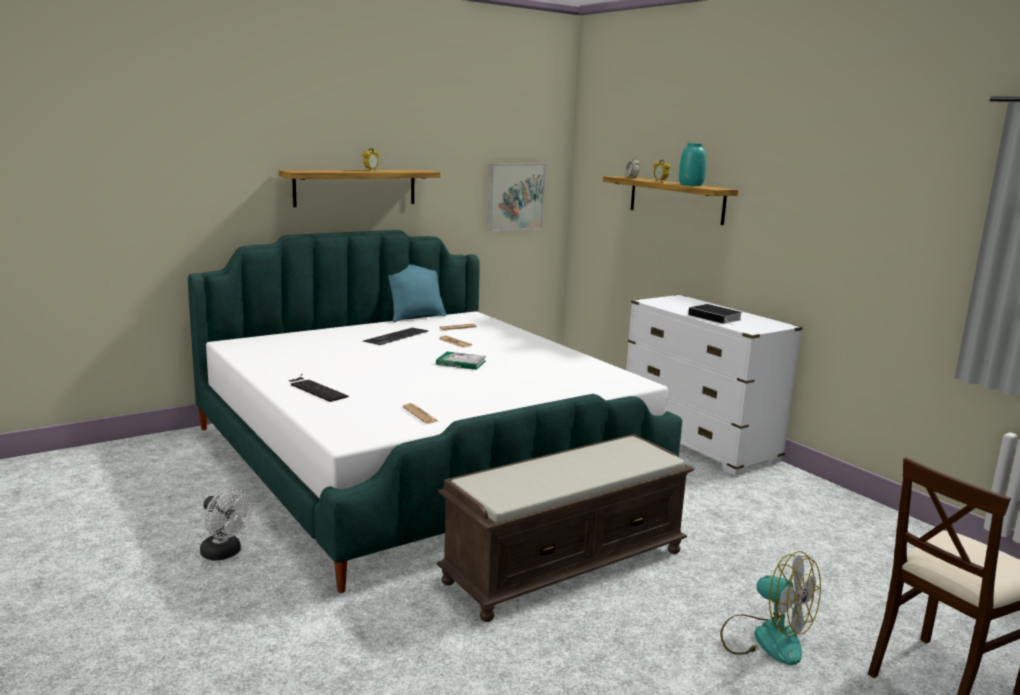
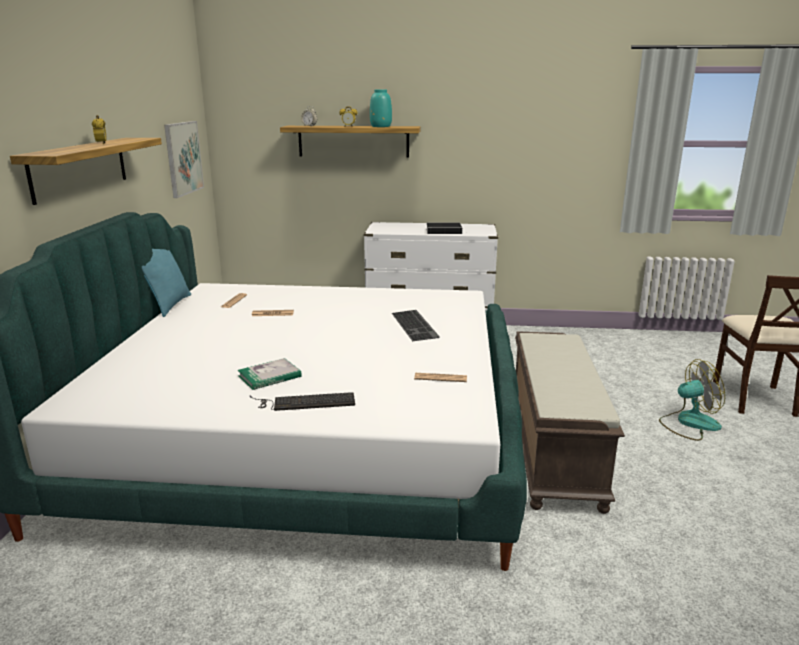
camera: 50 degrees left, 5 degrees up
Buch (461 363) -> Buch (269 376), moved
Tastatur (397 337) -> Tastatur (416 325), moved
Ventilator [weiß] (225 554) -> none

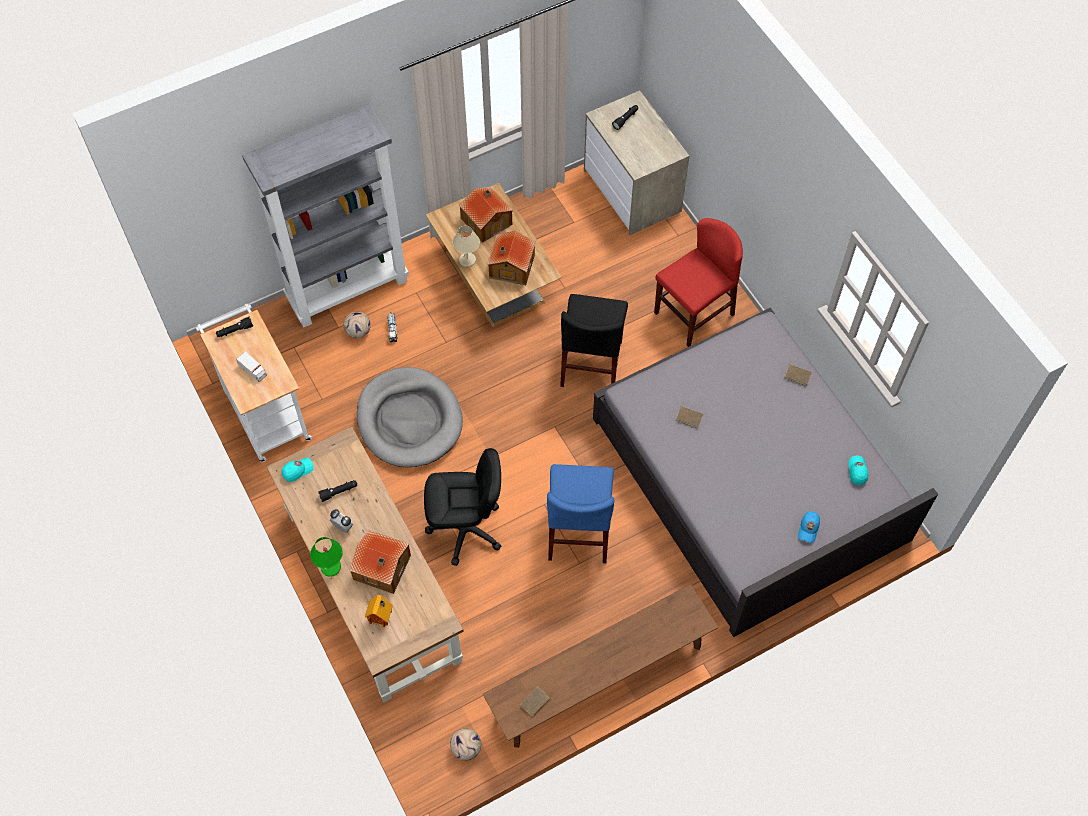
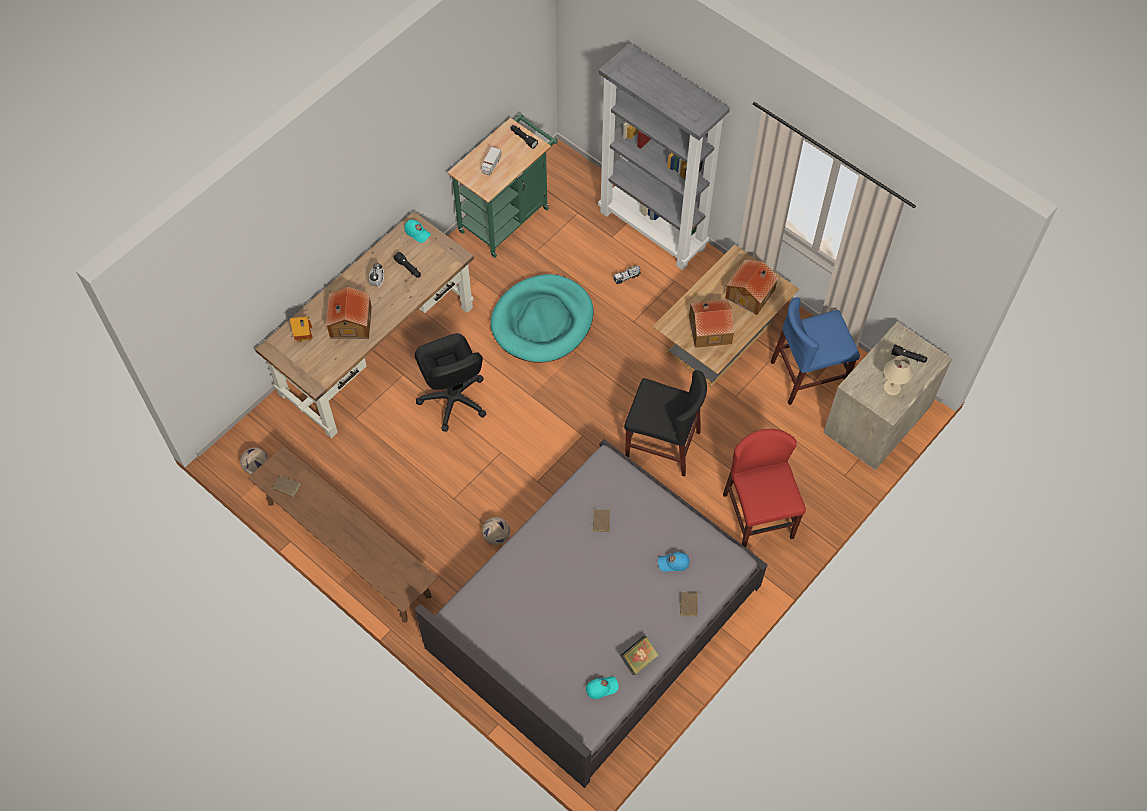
camera: 70 degrees right, 0 degrees up
Rollwagen [weiß] (265 411) -> Rollwagen [grün] (507 216)
Fußball (359 332) -> Fußball (496 537), moved
Hundebett [grau] (409 420) -> Hundebett [türkis] (542 321)
none -> Buch (639 659)
Stuhl [schwarz] (591 363) -> Stuhl [schwarz] (662 444), 150 degrees counterclockwise
Kappe [blau] (808 529) -> Kappe [blau] (673 563), moved
Stuhl [rot] (694 314) -> Stuhl [rot] (758 516), 135 degrees counterclockwise
Stuhl [blau] (578 530) -> Stuhl [blau] (808 375), moved
Tischlampe [beige] (467 260) -> Tischlampe [beige] (892 388), moved
Tischlampe [grün] (330 567) -> none

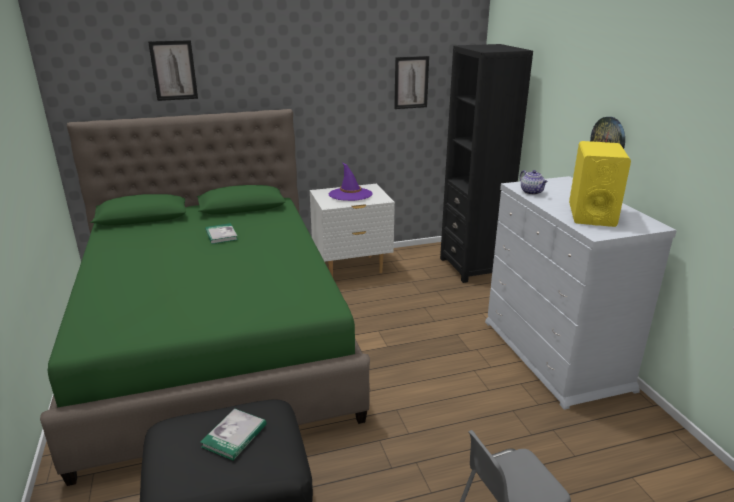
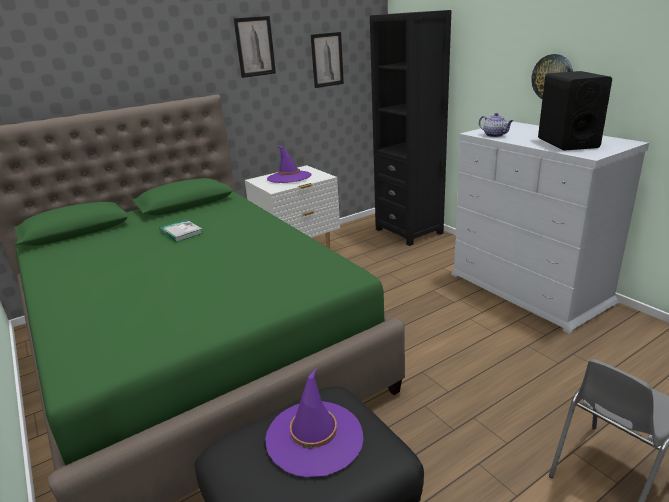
camera: 15 degrees left, 0 degrees up
Bild (173 70) -> Bild (255 47), moved
Buch (234 436) -> Hut [lila] (314 437)
Lautsprecher [gelb] (591 214) -> Lautsprecher [schwarz] (567 143)

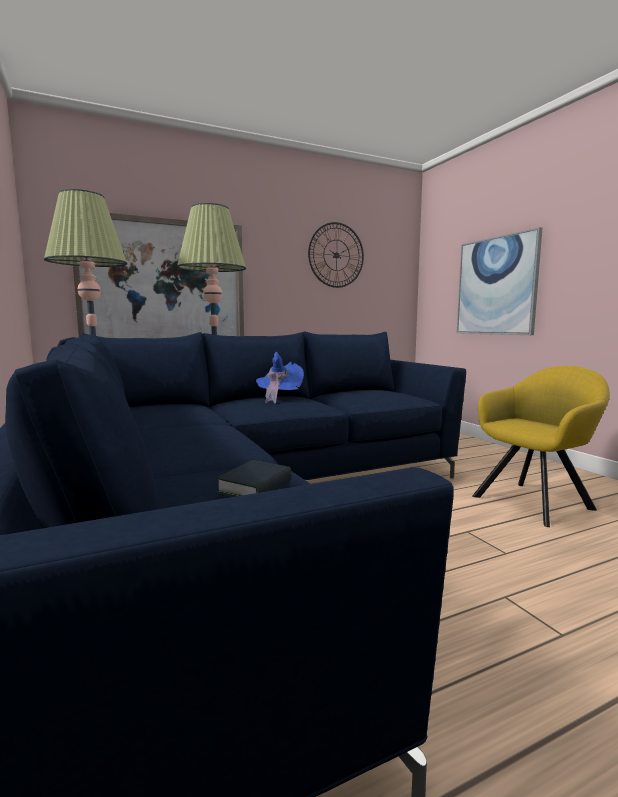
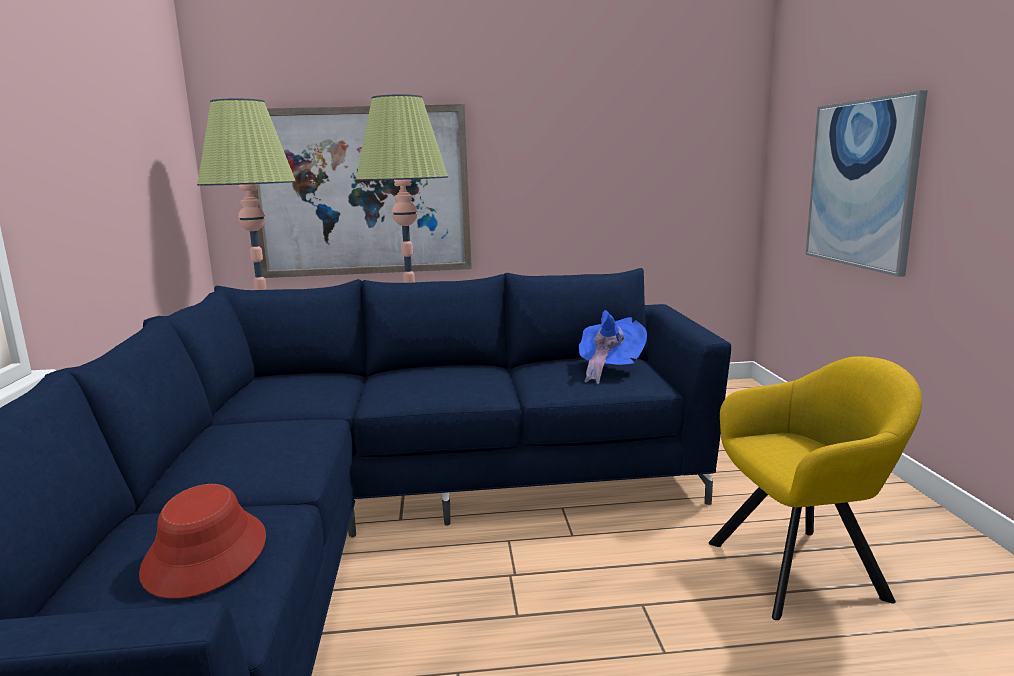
camera: 20 degrees right, 5 degrees up
Buch (255 488) -> Hut [rot] (206 554)
Hut [blau] (278 397) -> Hut [blau] (609 369), moved
Wanduhr (336 255) -> none

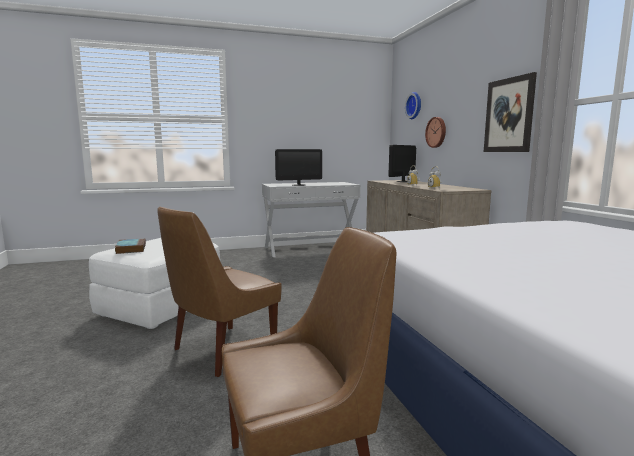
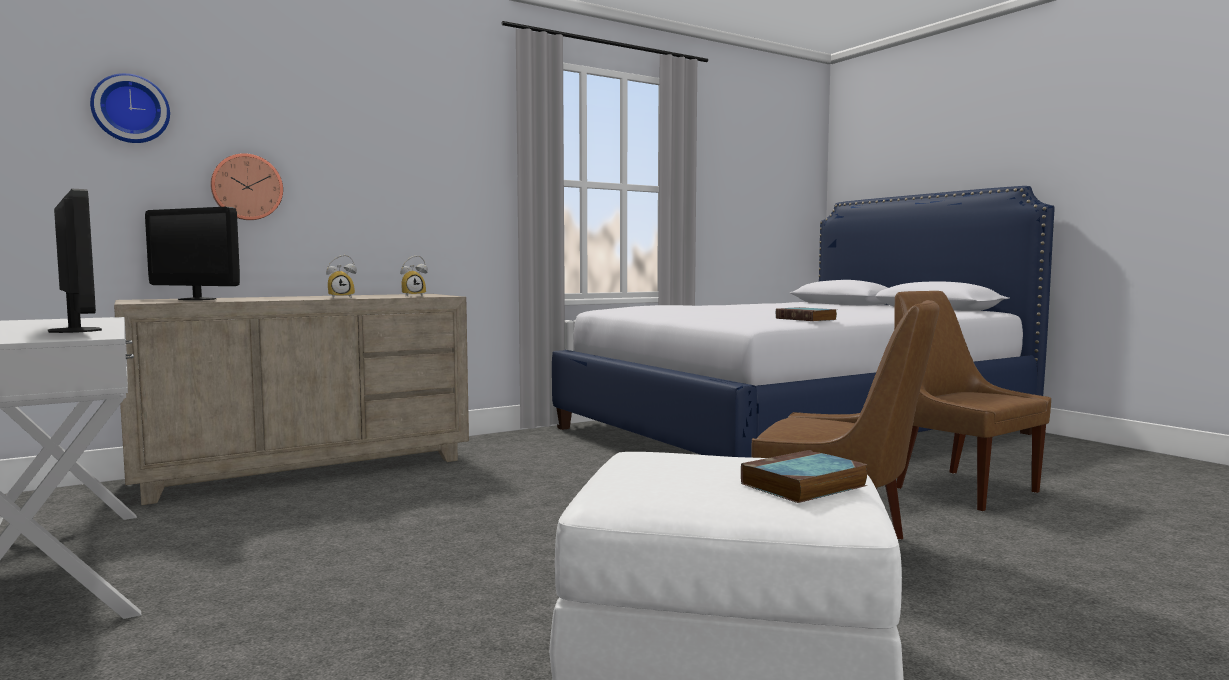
camera: 105 degrees left, 5 degrees down
none -> Buch (807 319)
Bild (509 115) -> none

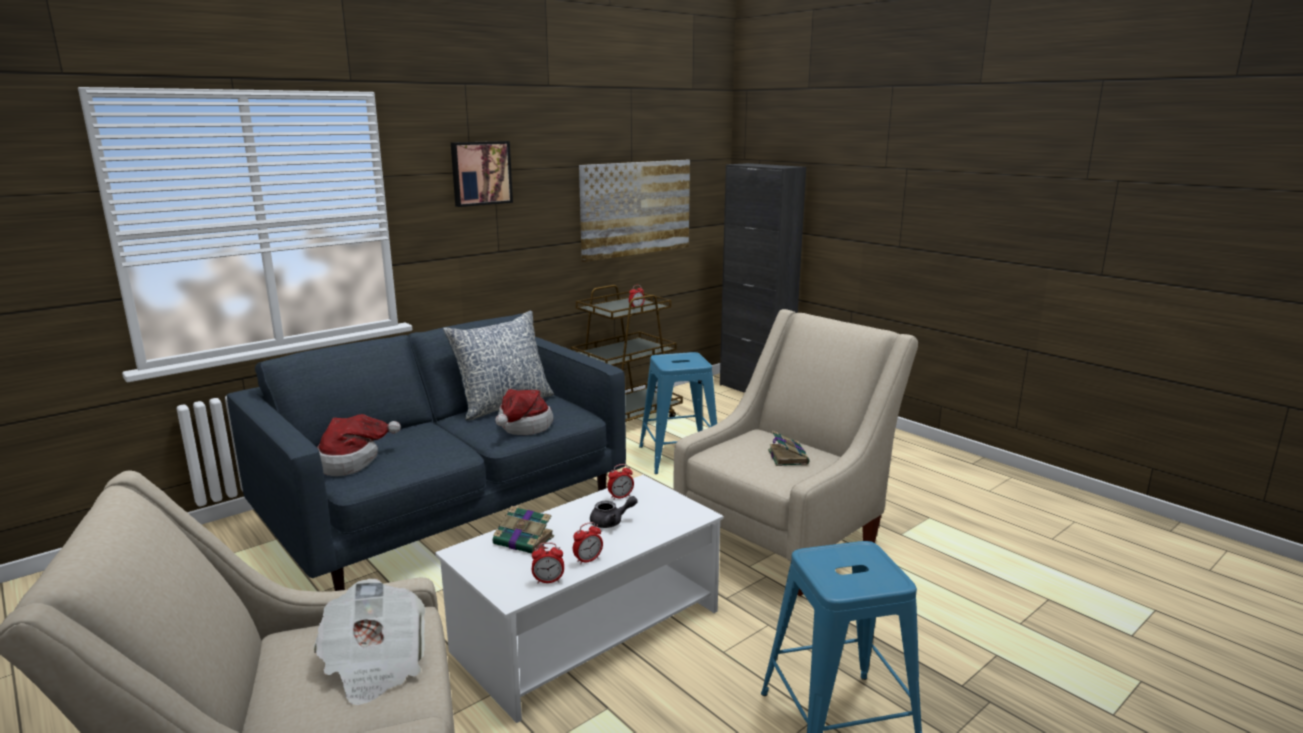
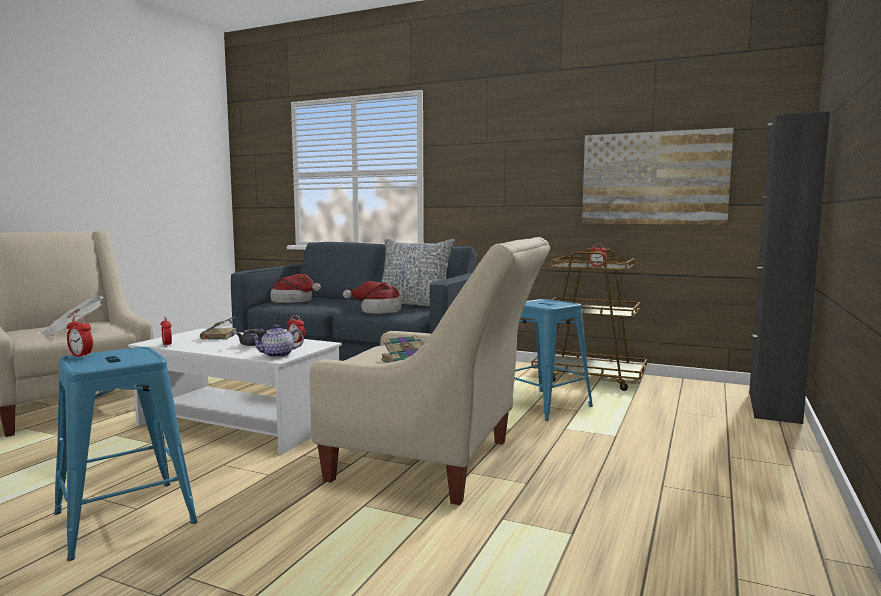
camera: 65 degrees right, 10 degrees down
Wecker (588 560) -> Wecker (81 356), moved
none -> Teekanne (277 355)
Bild (480 173) -> none

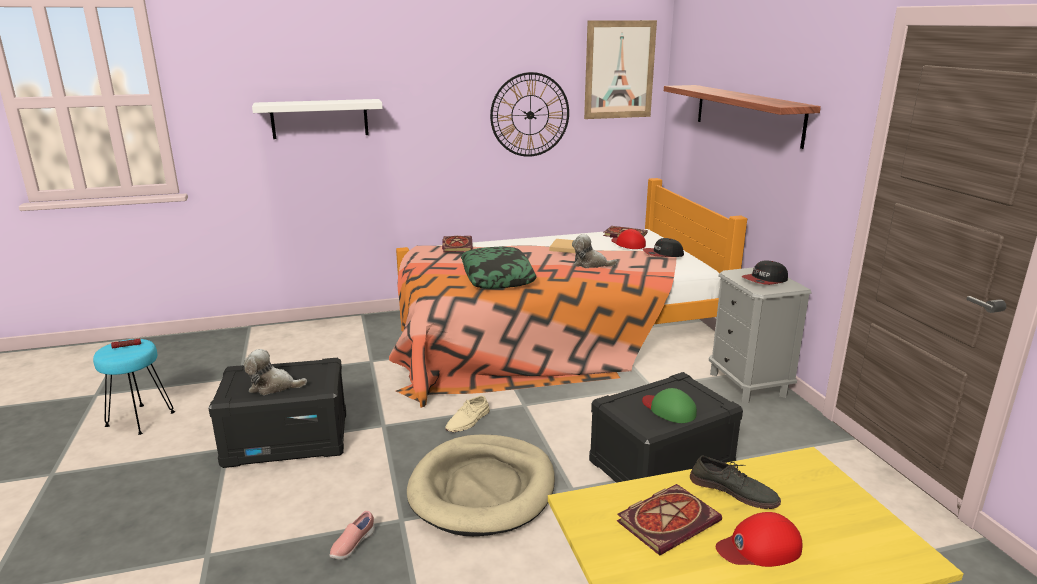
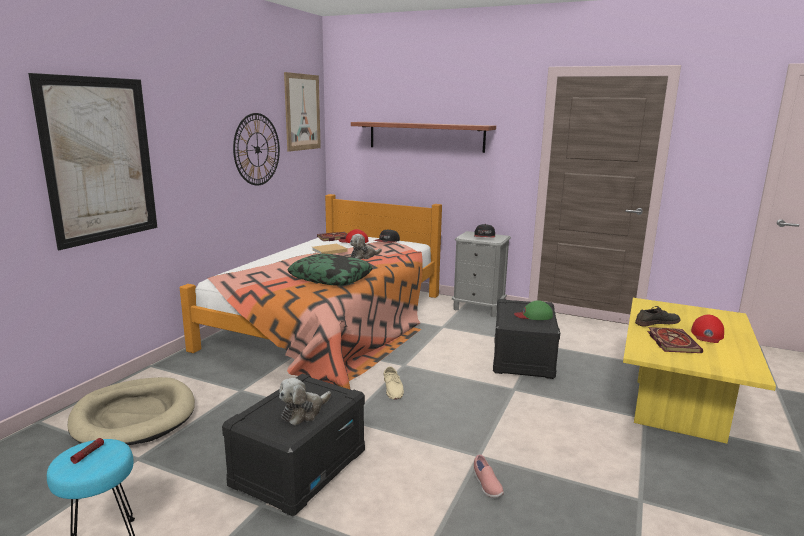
camera: 50 degrees left, 5 degrees down
Wandregal [weiß] (319 118) -> Bild (100 160)
Hundebett [beige] (483 489) -> Hundebett [beige] (134 416), moved
Buch (456 245) -> none

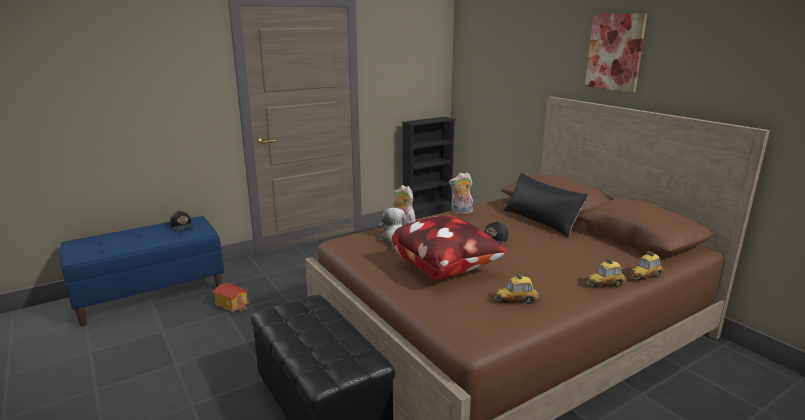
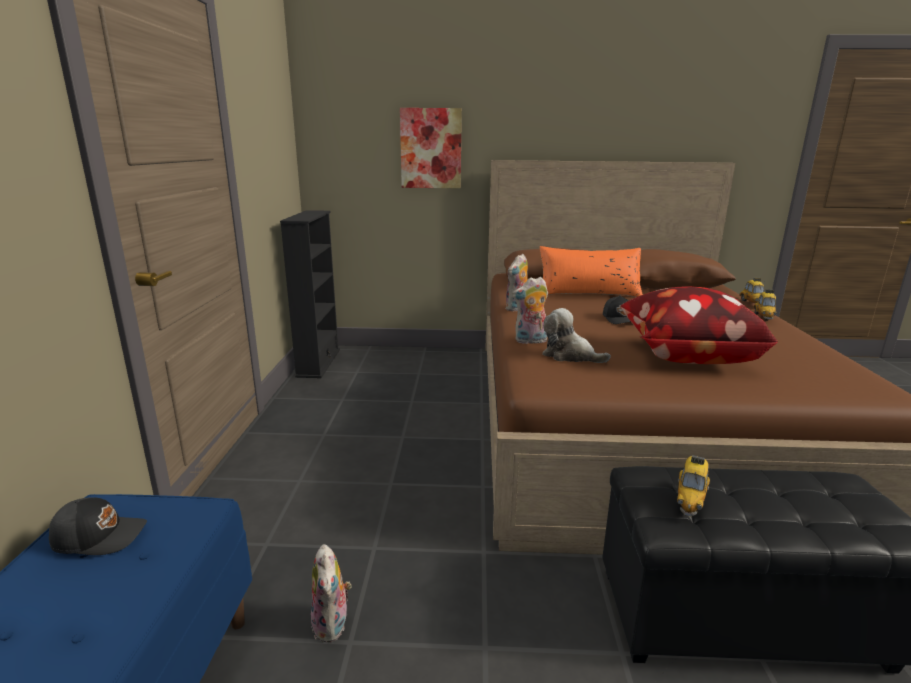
camera: 55 degrees left, 0 degrees up
Spielzeughaus (232 306) -> Plüschtier (333 624)
Bild (615 52) -> Bild (431 148), moved
Kissen [schwarz] (541 221) -> Kissen [orange] (588 293)
Spielzeugauto (516 301) -> Spielzeugauto (690 500), moved

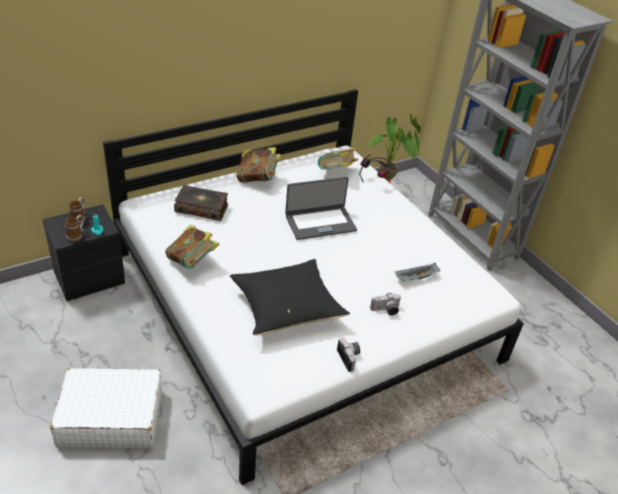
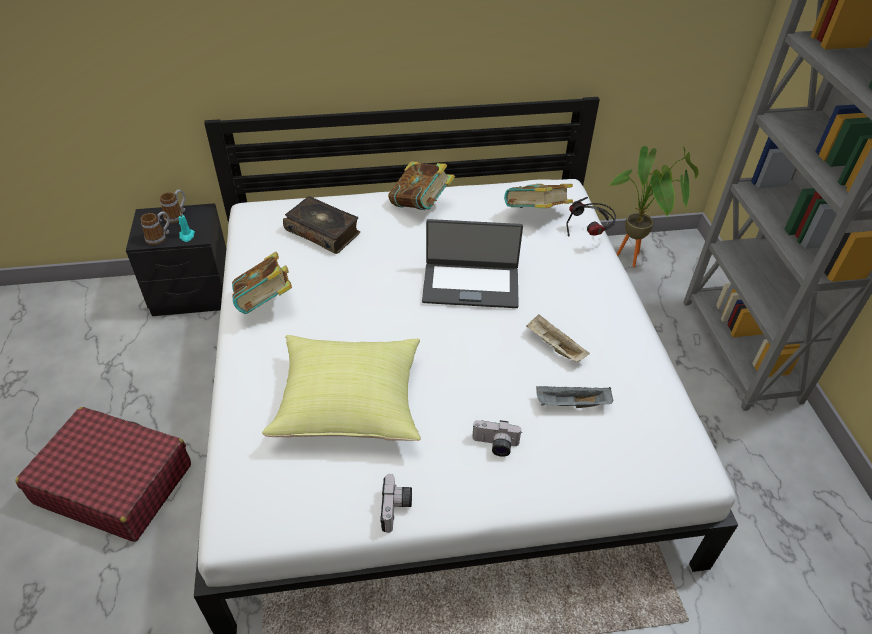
camera: 25 degrees right, 5 degrees up
Koffer [weiß] (110 417) -> Koffer [rot] (114 483)
Kissen [schwarz] (287 308) -> Kissen [gelb] (350 403)
none -> Tablett [beige] (554 346)

